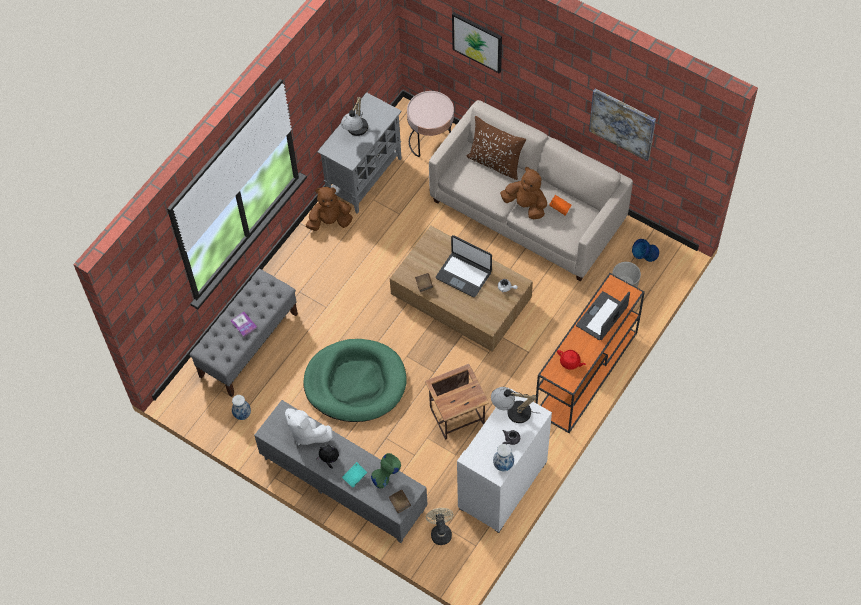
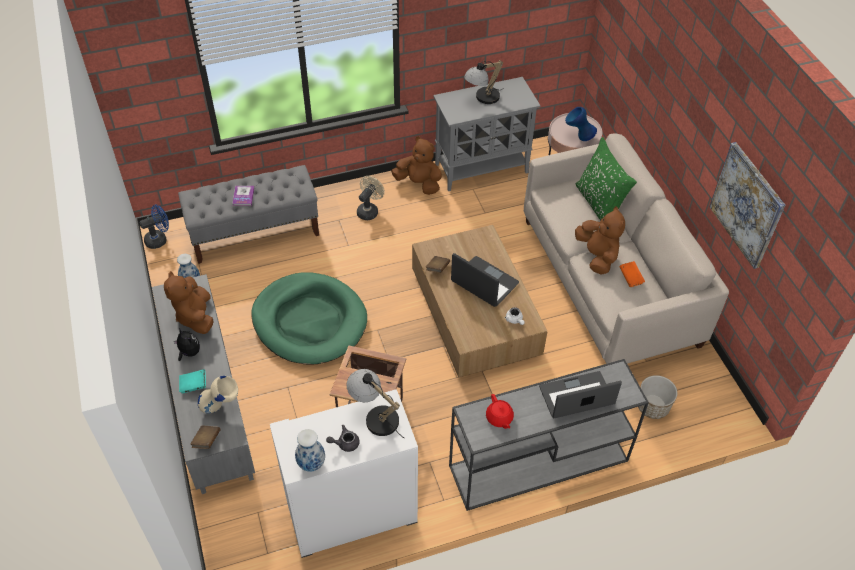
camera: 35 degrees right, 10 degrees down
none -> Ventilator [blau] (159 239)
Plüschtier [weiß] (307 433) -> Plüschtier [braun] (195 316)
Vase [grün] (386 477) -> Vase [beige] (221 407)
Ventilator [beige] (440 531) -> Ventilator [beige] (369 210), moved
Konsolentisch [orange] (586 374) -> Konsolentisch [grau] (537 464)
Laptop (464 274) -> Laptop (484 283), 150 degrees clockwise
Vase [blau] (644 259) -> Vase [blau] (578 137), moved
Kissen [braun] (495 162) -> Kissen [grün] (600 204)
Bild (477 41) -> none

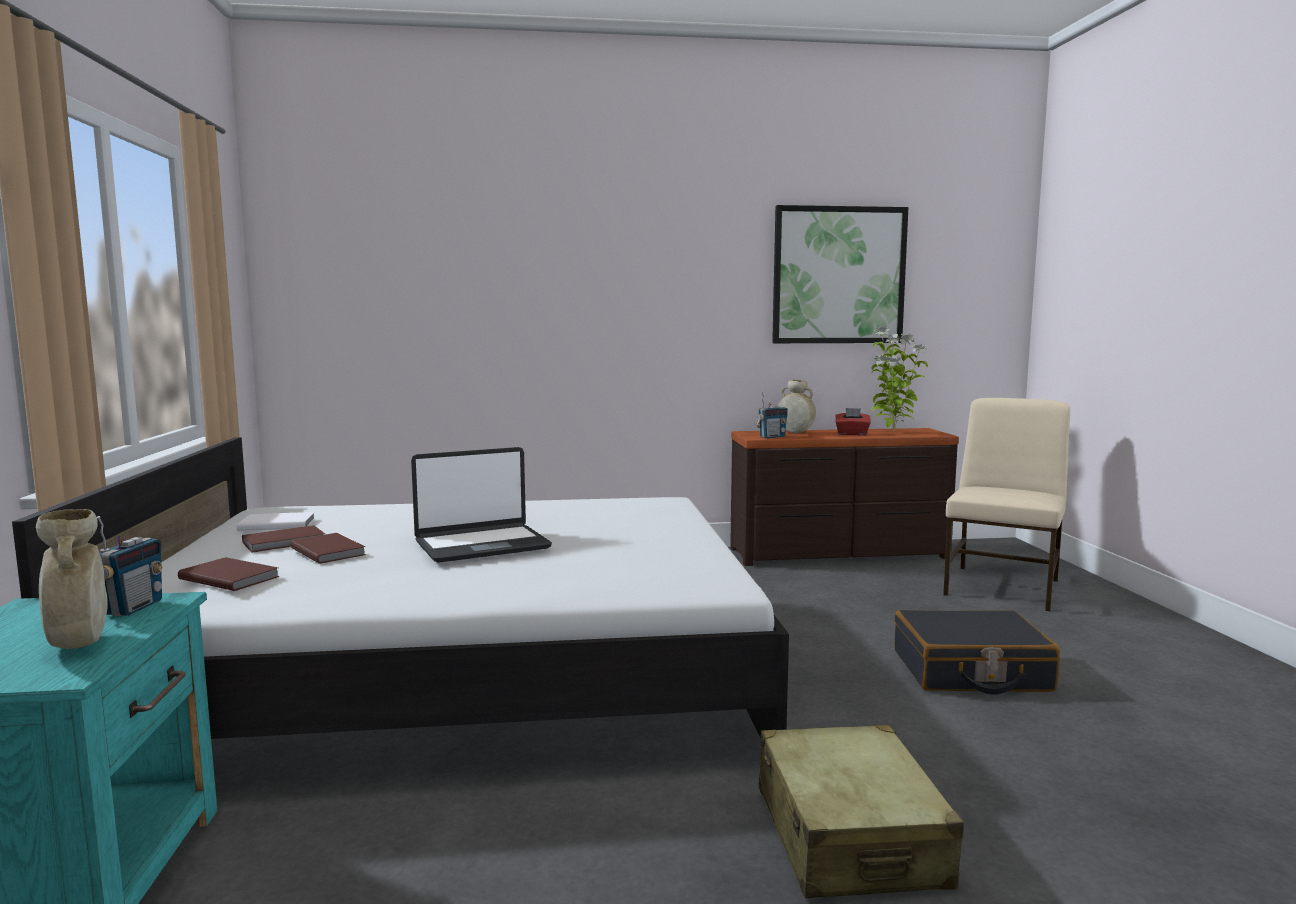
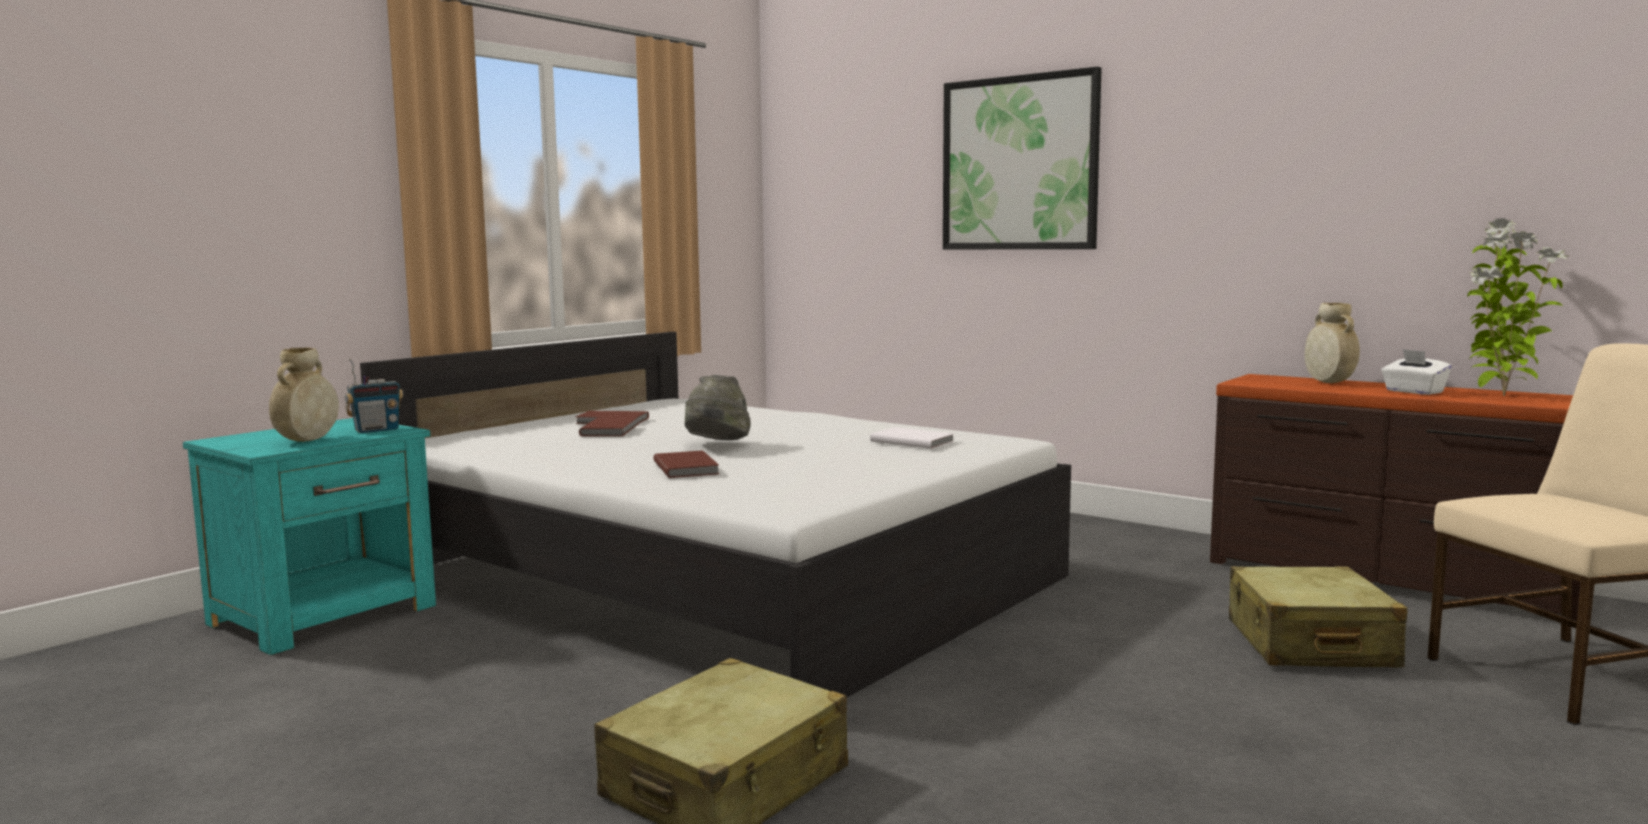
camera: 45 degrees right, 0 degrees up
Buch [braun] (230 577) -> Buch [braun] (687 467), moved
Laptop (482 545) -> Hut [grau] (716 444)
Buch [weiß] (276 524) -> Buch [weiß] (912 441), moved
Bild (838 275) -> Bild (1019 163), moved
none -> Koffer [beige] (1309 644)
Taschentuchbox [rot] (852 434) -> Taschentuchbox [weiß] (1413 392)
Radio (772 437) -> none
Koffer [schwarz] (970 672) -> none

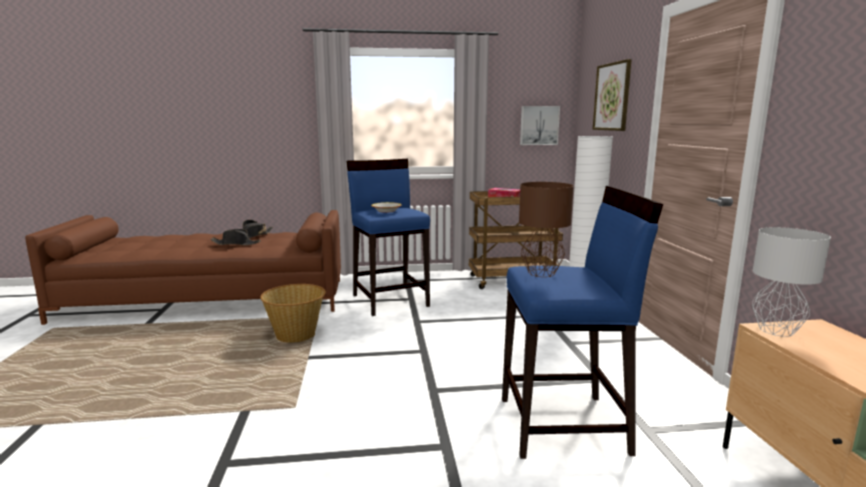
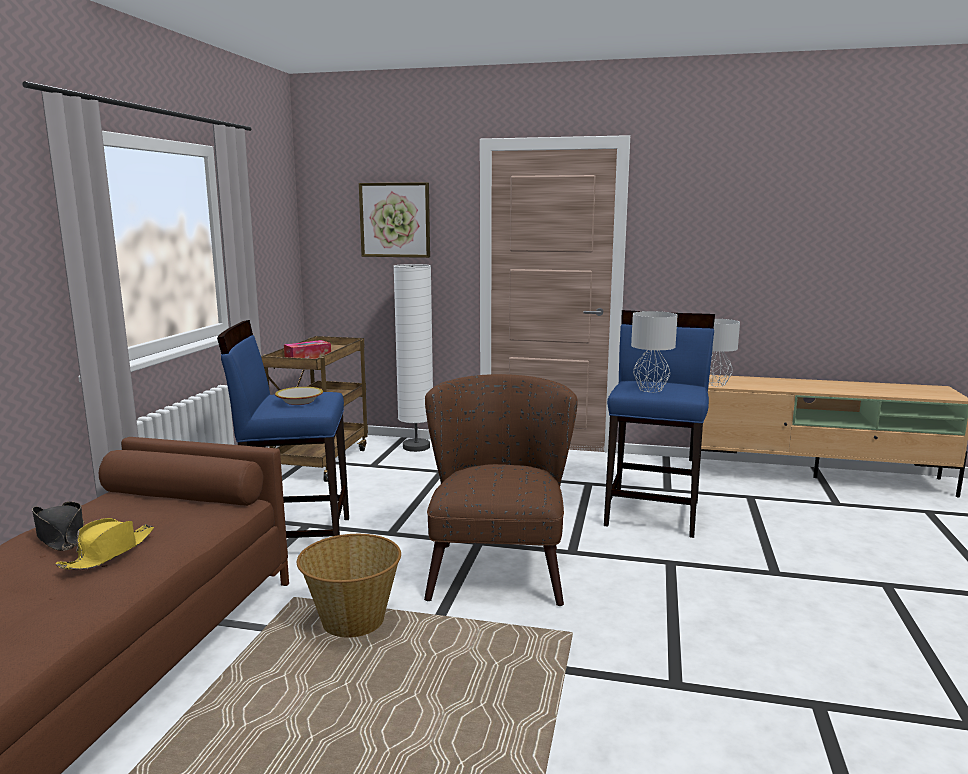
camera: 70 degrees left, 0 degrees up
Hut [schwarz] (236 244) -> Hut [gelb] (109 553)
none -> Sessel [braun] (498 564)
Tischlampe [braun] (540 273) -> Tischlampe [grau] (651 390)
Bild (539 125) -> none

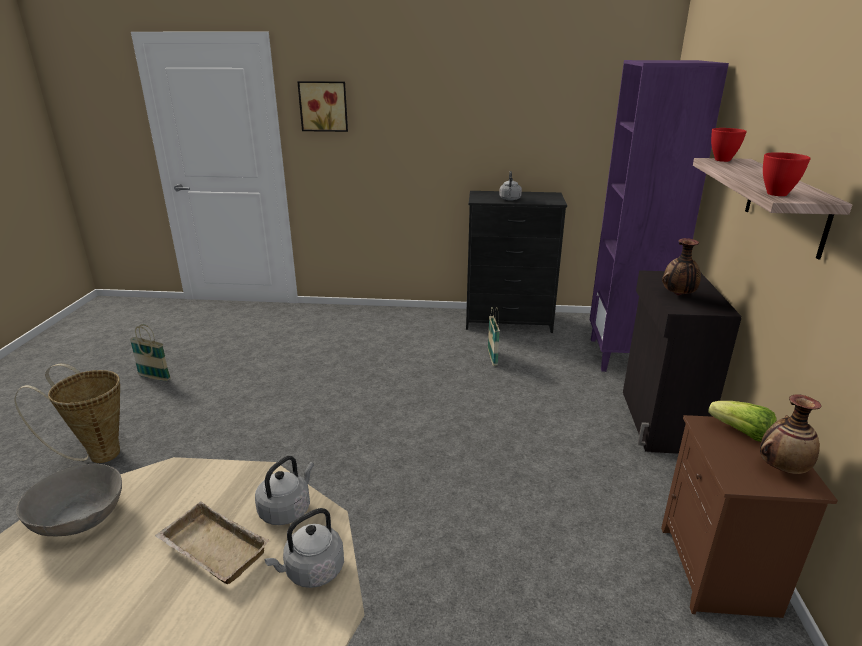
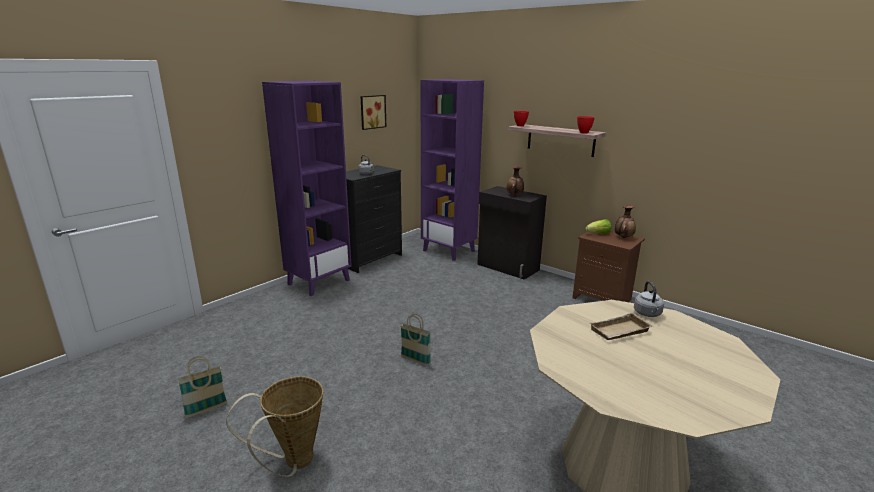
camera: 55 degrees left, 5 degrees down
none -> Bücherregal [lila] (319 282)
Bild (324 106) -> Bild (372 112), moved
Korb (492 358) -> Korb (415 361), moved
Schüssel [grau] (79 515) -> none
Wasserkessel [grau] (287 509) -> none

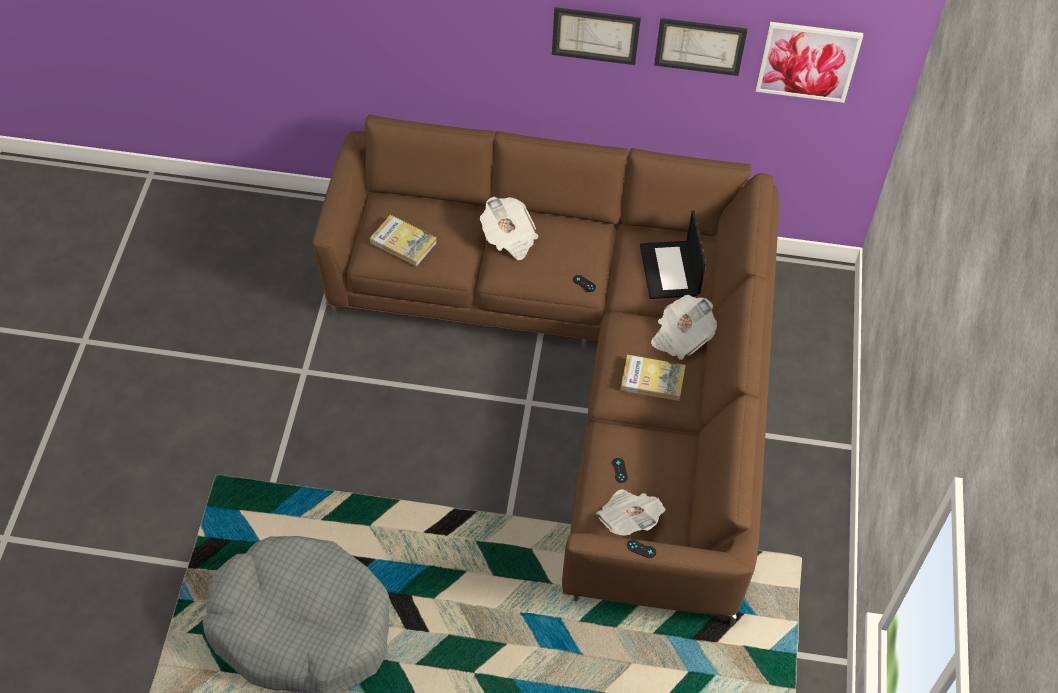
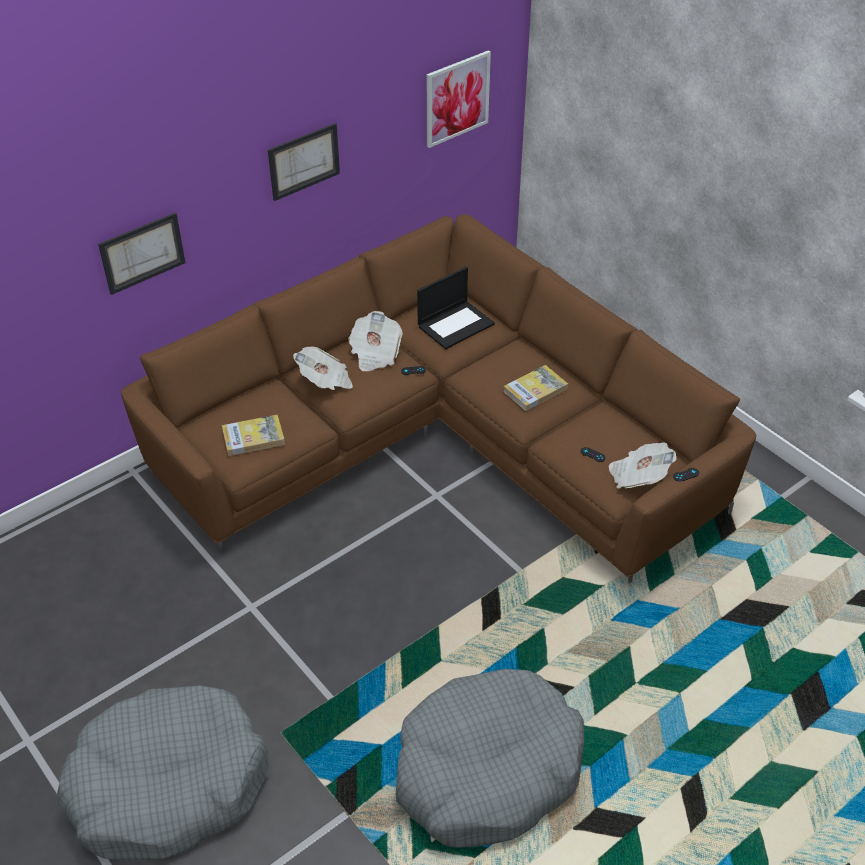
camera: 45 degrees left, 10 degrees down
none -> Hundebett [grau] (168 784)
Bild (700 46) -> Bild (142 253), moved
Zeitung (681 337) -> Zeitung (375 354), moved
Laptop (670 271) -> Laptop (456 324), 75 degrees counterclockwise

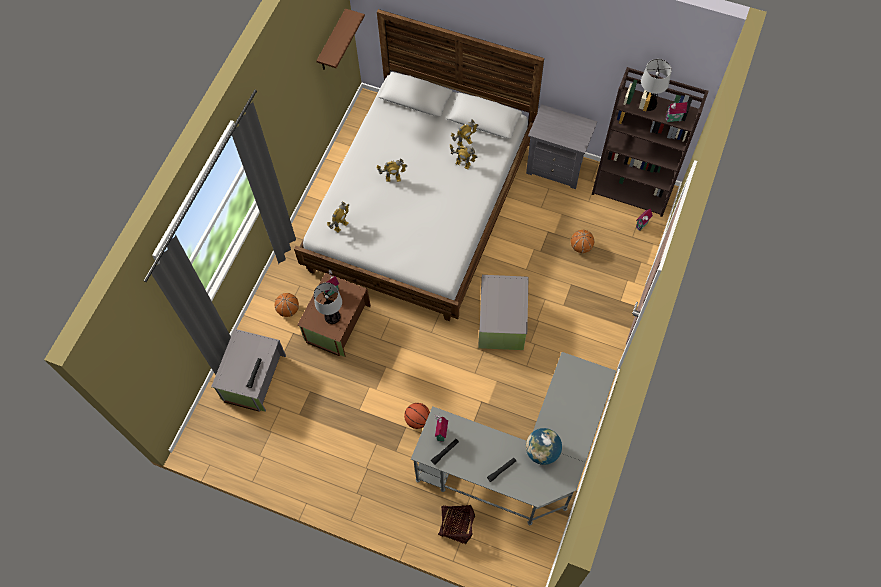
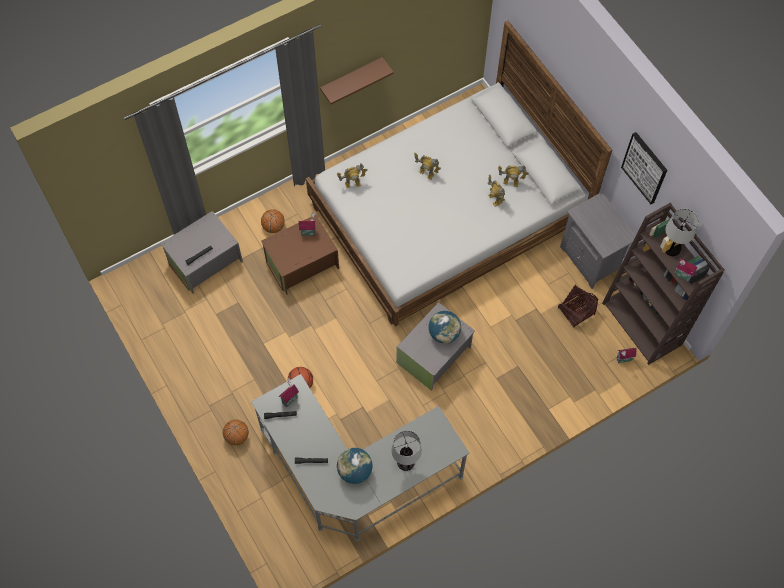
camera: 35 degrees right, 0 degrees up
Basketball (581 247) -> Basketball (237 436), moved
Wandregal [braun] (332 42) -> Wandregal [braun] (351 79), moved
Tischlampe (332 316) -> Tischlampe (406 462), moved
none -> Globus (444 333)
Korb (457 525) -> Korb (576 311), moved
none -> Bild (645 167)

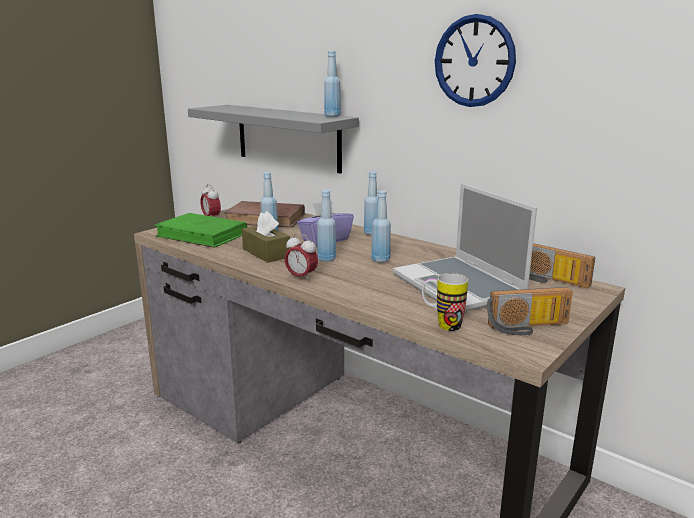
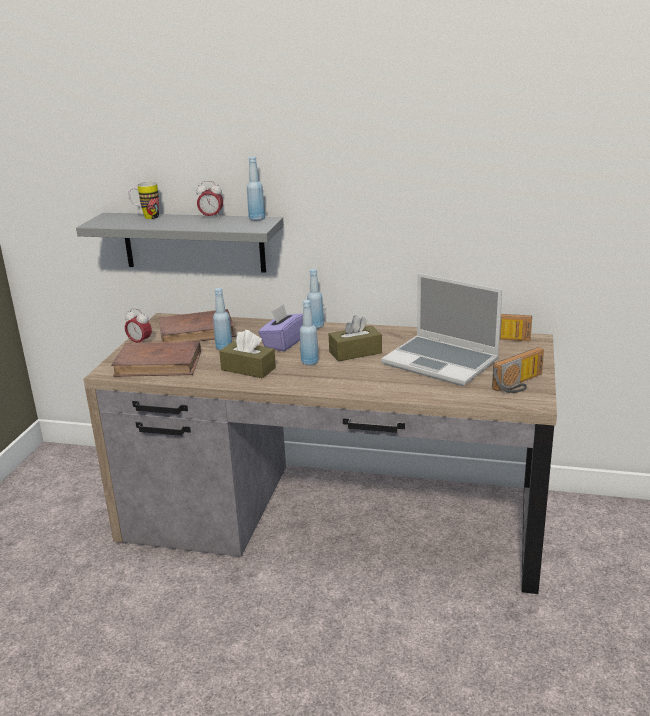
camera: 25 degrees left, 5 degrees up
Buch [grün] (202 235) -> Buch [braun] (159 364)
Henkelbecher (442 325) -> Henkelbecher (146 217), moved
Wecker (301 277) -> Wecker (211 217), moved
Flasche [blau] (380 260) -> Taschentuchbox [braun] (355 352)
Wanduhr (474 61) -> none

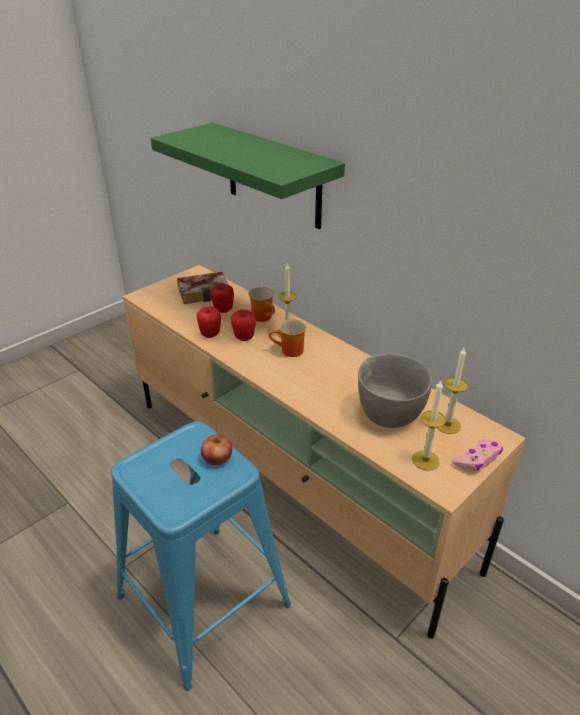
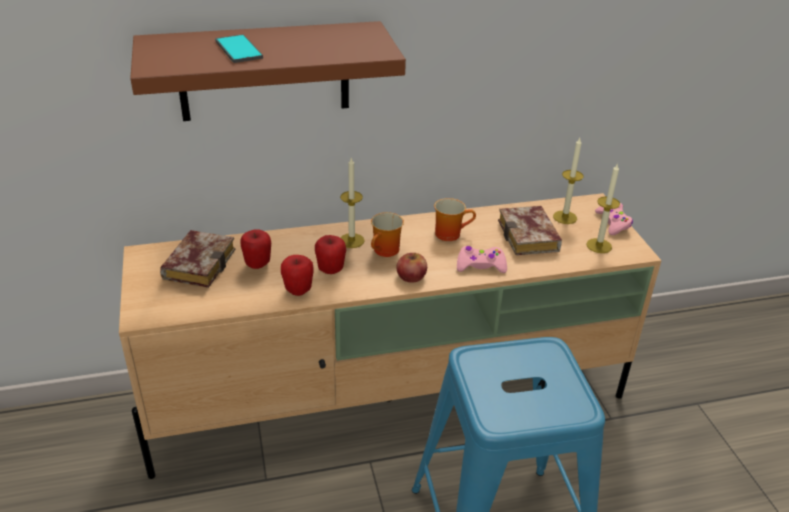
camera: 60 degrees left, 0 degrees up
Wandregal [grün] (273 176) -> Wandregal [braun] (264 71)
none -> Handy (238 49)
Apfel (217 457) -> Apfel (411 276), moved
Henkelbecher (264 317) -> Henkelbecher (450 233), moved
none -> Gamepad [rosa] (480 265)
Schüssel [grau] (389 415) -> Buch (531 238)

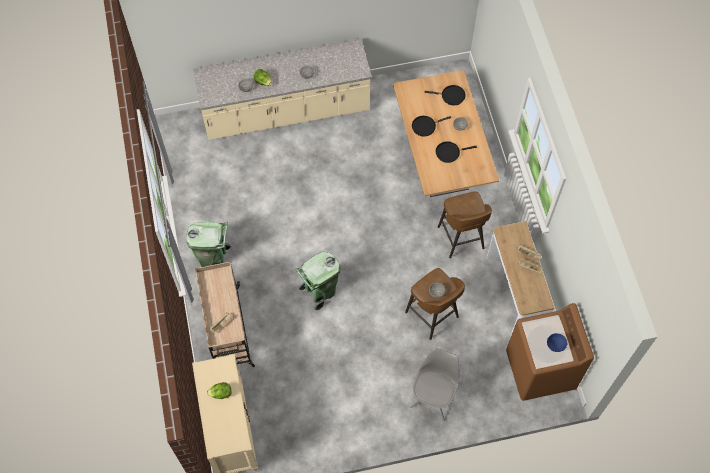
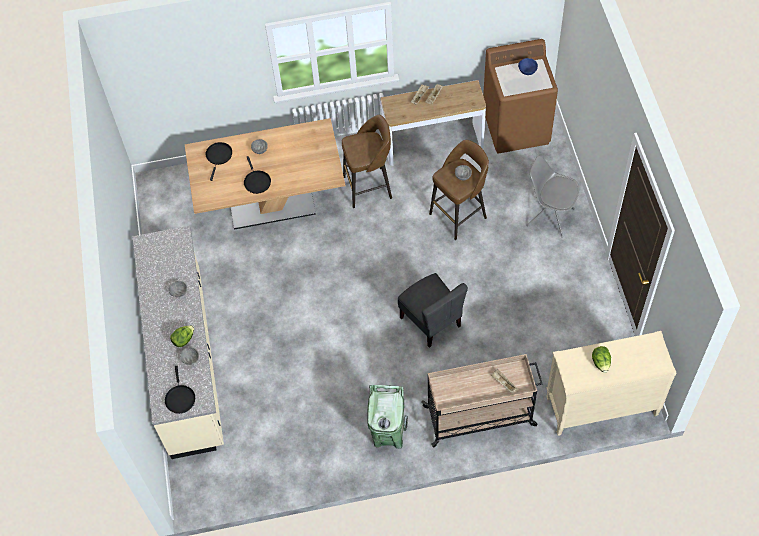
camera: 85 degrees left, 5 degrees down
Pfanne [schwarz] (449 152) -> Pfanne [schwarz] (180 398), moved
Mülleimer [grün] (319 291) -> Stuhl [grau] (431 321)

